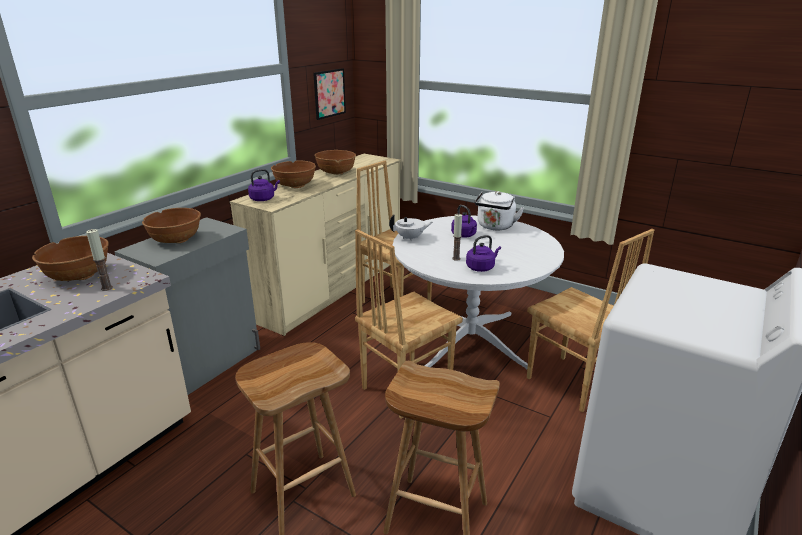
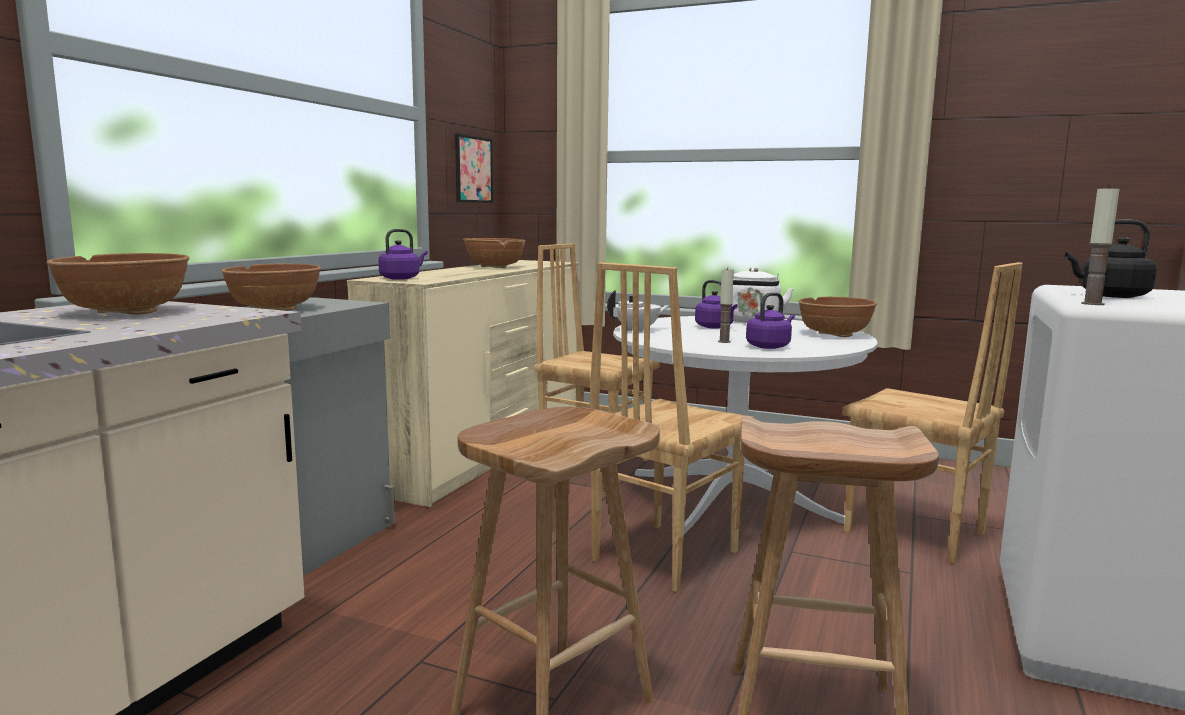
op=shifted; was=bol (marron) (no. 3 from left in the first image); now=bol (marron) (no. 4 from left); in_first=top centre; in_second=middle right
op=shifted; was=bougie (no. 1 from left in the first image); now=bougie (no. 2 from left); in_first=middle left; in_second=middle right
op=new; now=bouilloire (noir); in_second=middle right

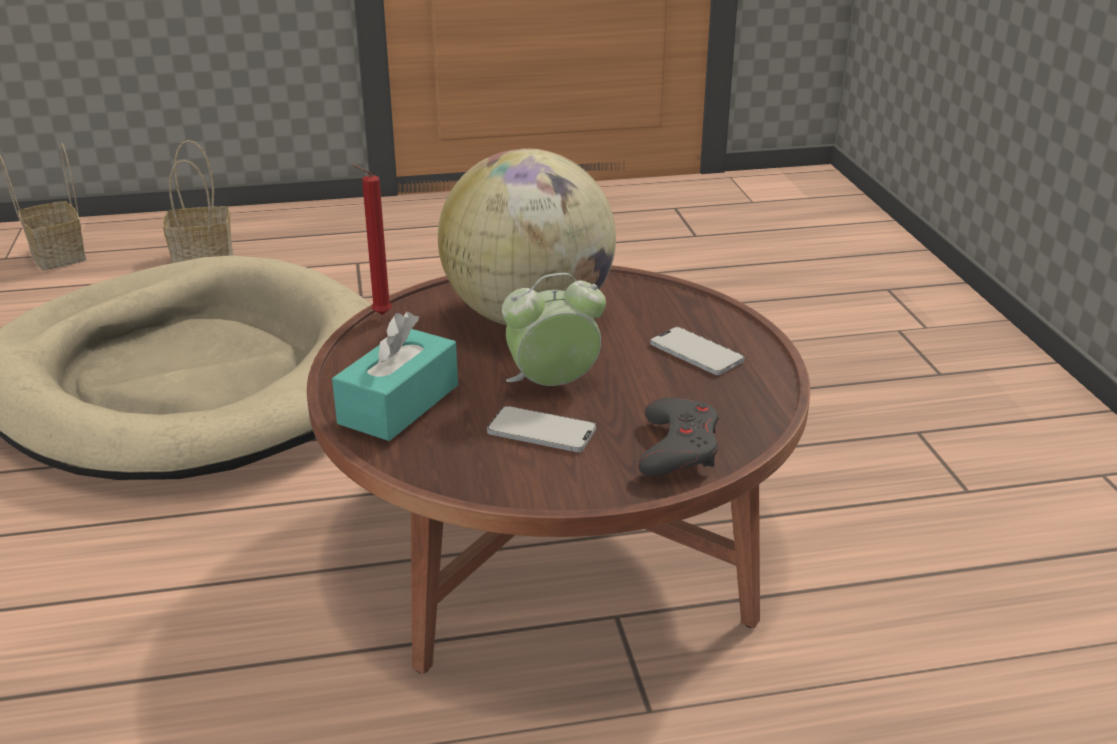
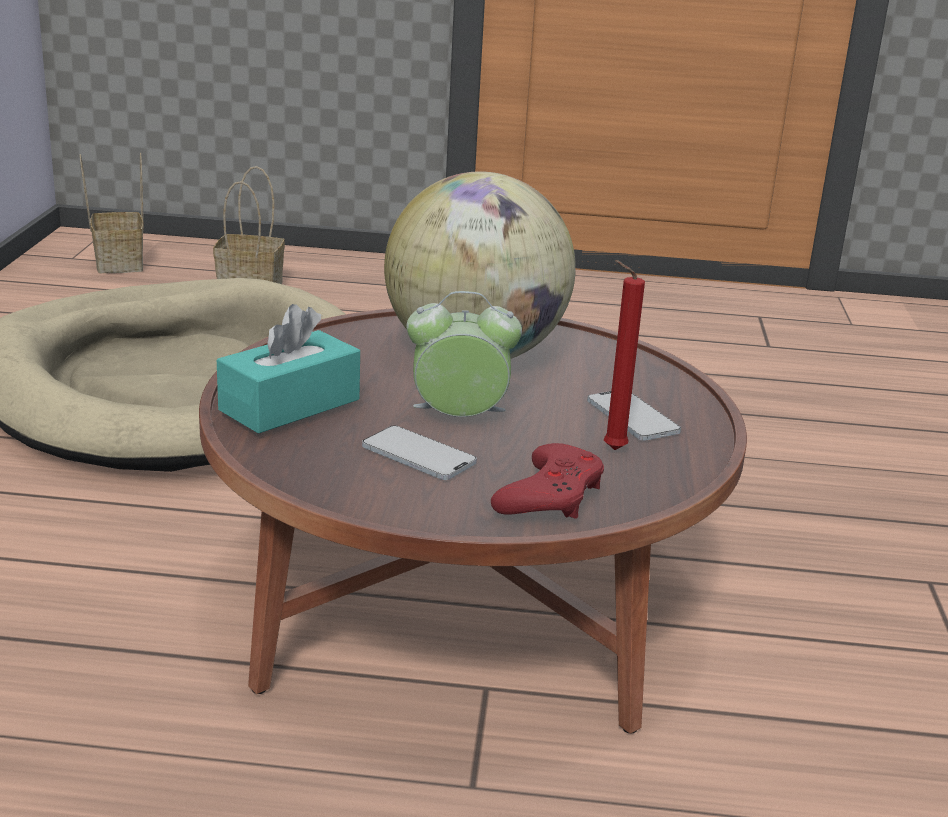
op=shifted; was=bougie (rouge); in_first=top left; in_second=centre
op=repainted; was=manette (gris); now=manette (rouge); in_first=centre; in_second=centre

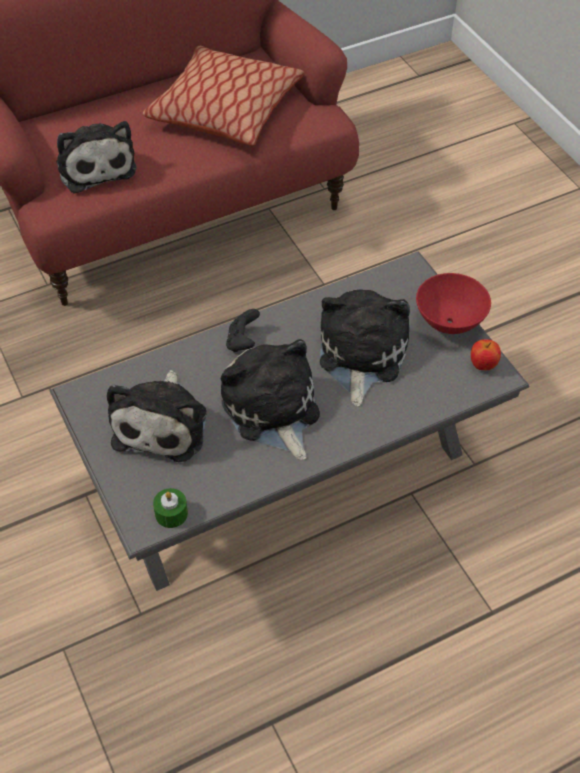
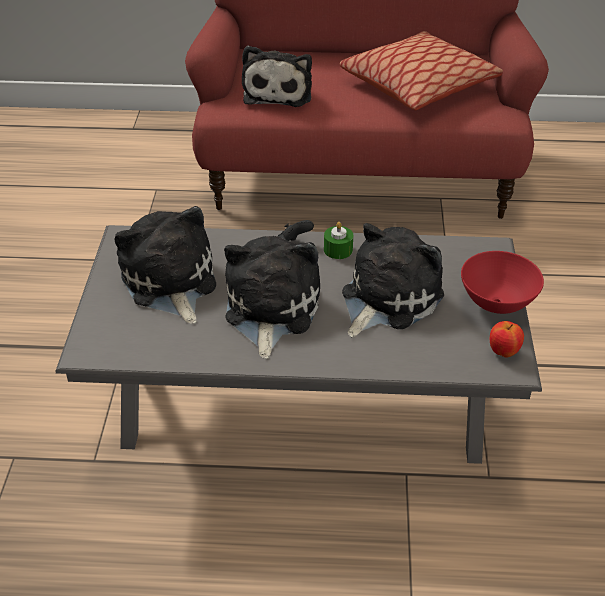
op=rotated; was=peluche (no. 2 from left in the first image); in_first=middle left; in_second=middle left; clockwise=120
op=shifted; was=bougie (vert); in_first=middle left; in_second=centre

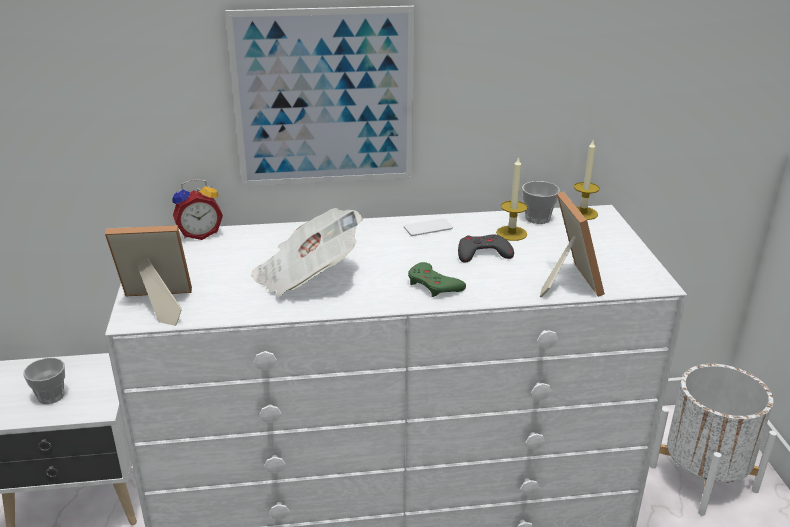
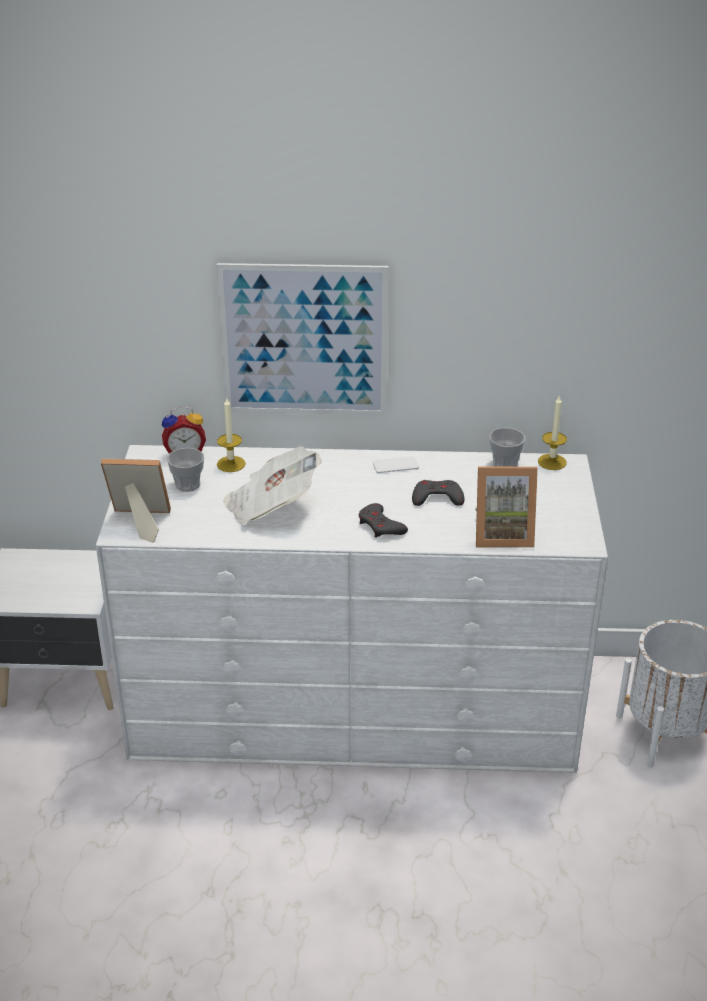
op=shifted; was=bougie (no. 1 from left); in_first=centre; in_second=middle left
op=rotated; was=cadre photo (no. 2 from left); in_first=middle right; in_second=middle right; clockwise=90
op=repainted; was=manette (vert); now=manette (gris) (no. 1 from left); in_first=centre; in_second=centre
op=shifted; was=tasse (no. 1 from left); in_first=bottom left; in_second=middle left

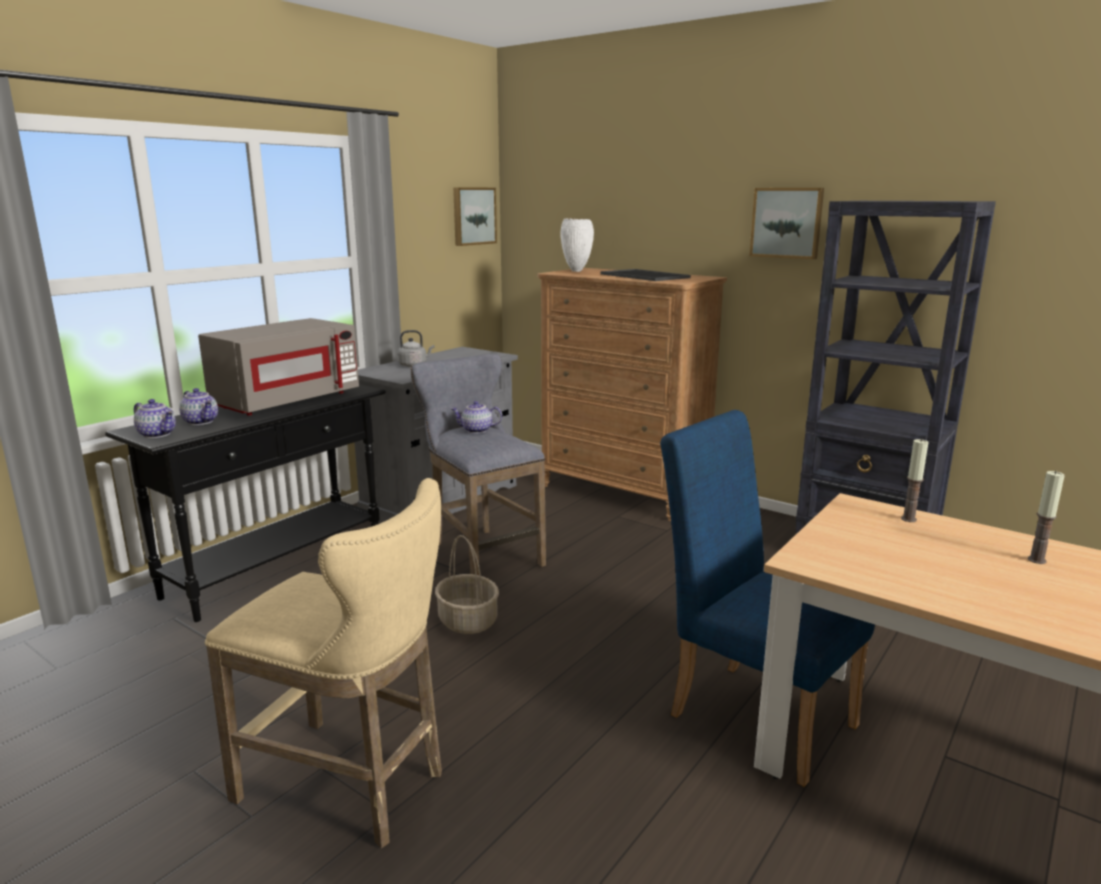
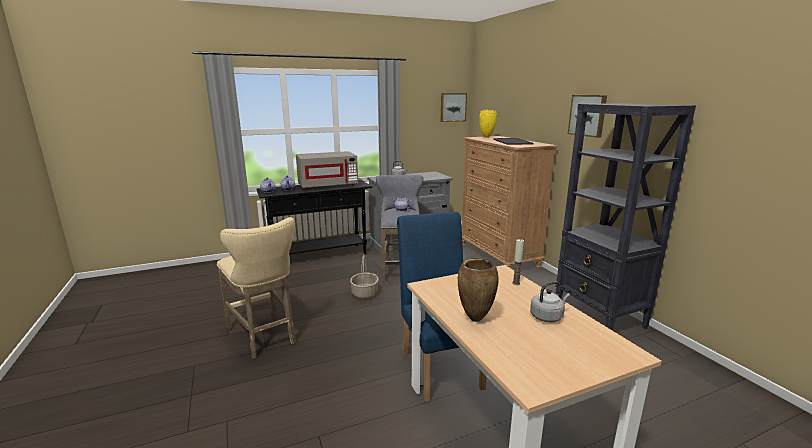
op=repainted; was=vase (blanc); now=vase (jaune); in_first=top centre; in_second=top centre
op=swapped; was=bougie (no. 2 from left); now=bouilloire (gris) (no. 2 from left); in_first=middle right; in_second=bottom right
op=new; now=vase (marron); in_second=centre

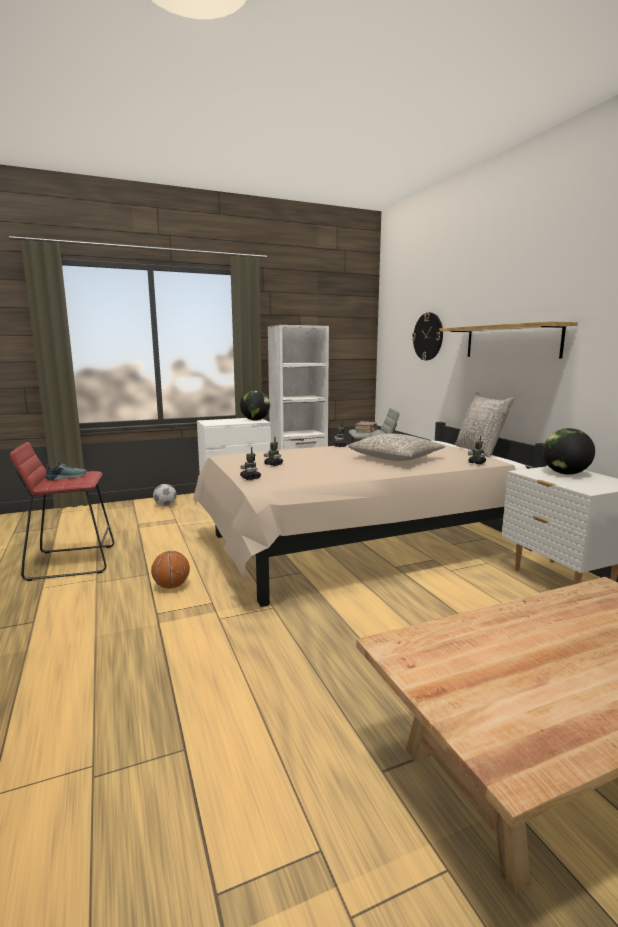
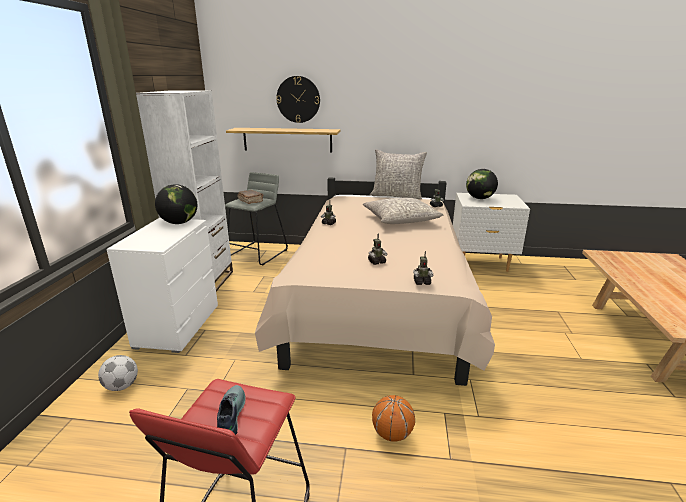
op=shifted; was=étagère; in_first=middle right; in_second=top centre

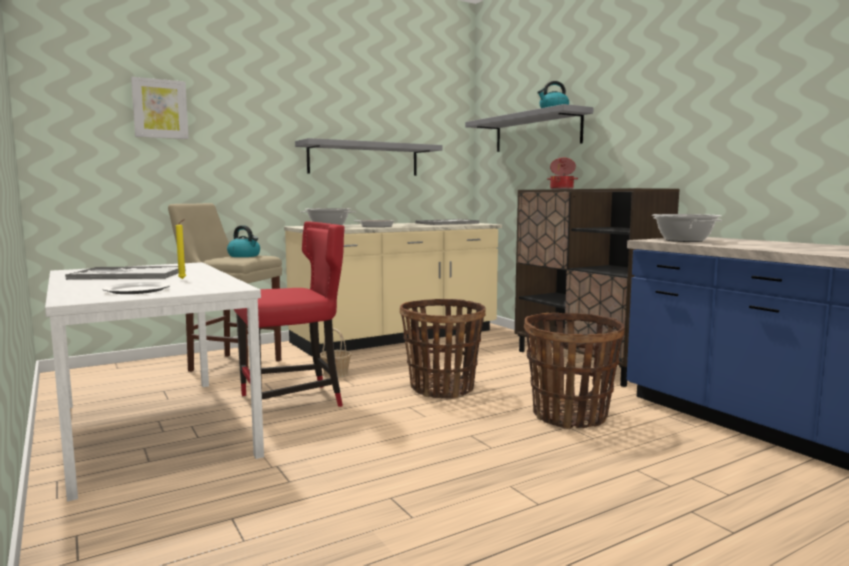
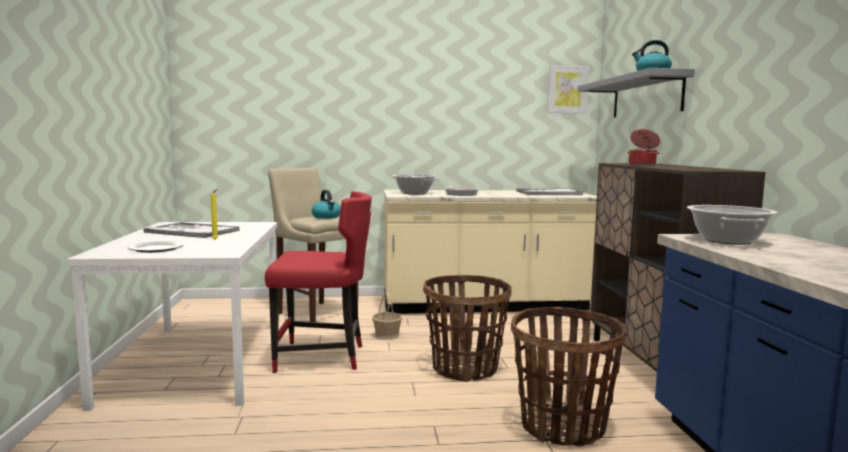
op=shifted; was=tableau; in_first=top left; in_second=top right
op=gone; was=étagère (gris) (no. 1 from left); in_first=top centre

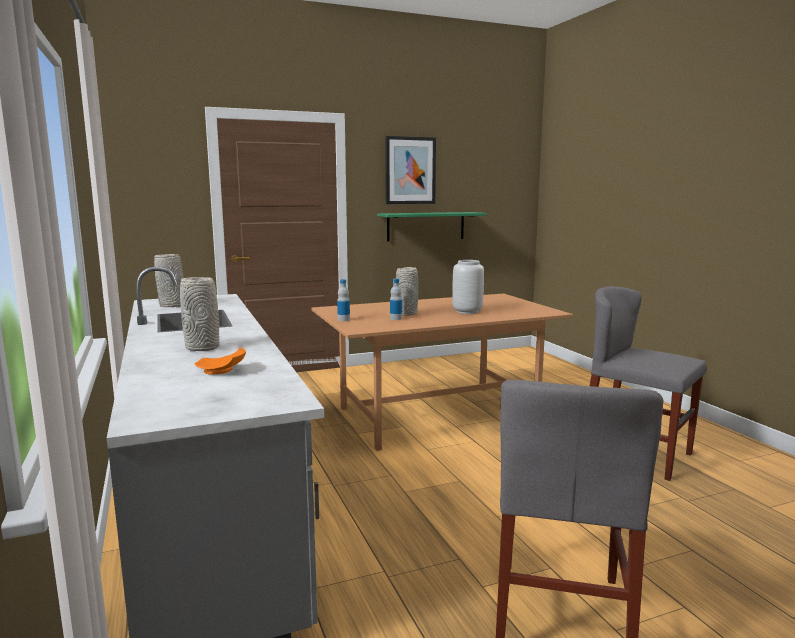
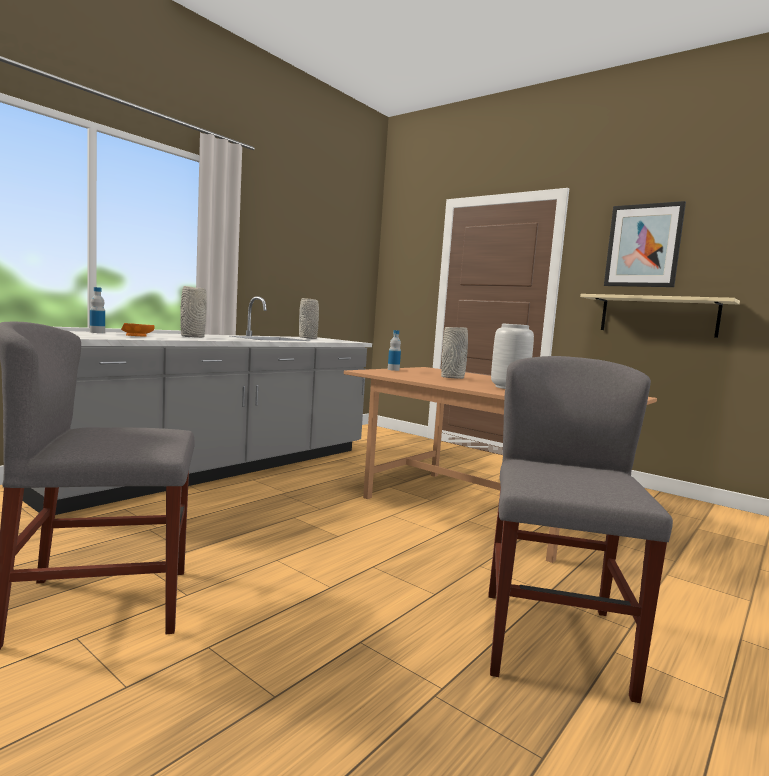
op=repainted; was=étagère (vert); now=étagère (beige); in_first=centre; in_second=middle right
op=shifted; was=bouteille (no. 2 from left in the first image); now=bouteille (no. 1 from left); in_first=centre; in_second=middle left

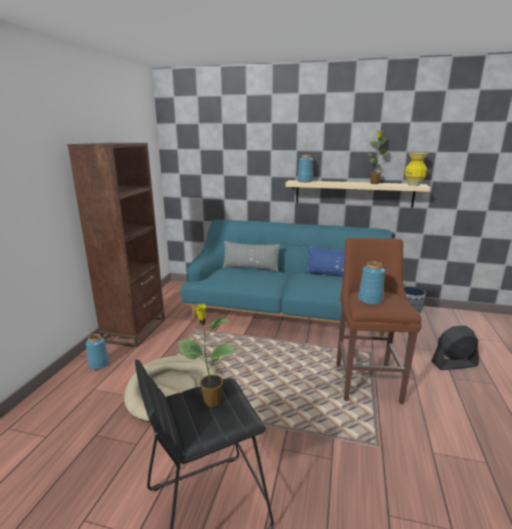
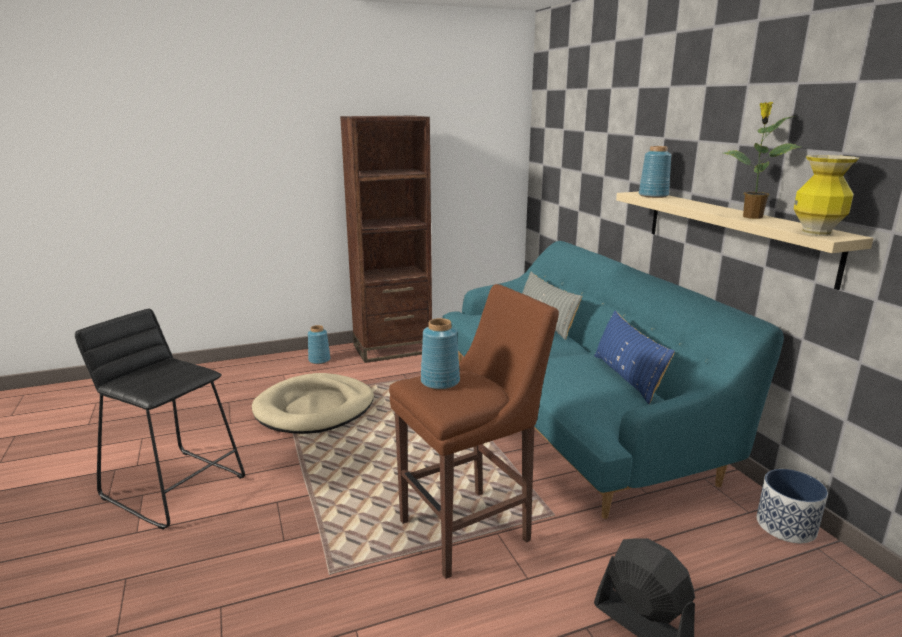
op=gone; was=plante en pot (no. 1 from left); in_first=bottom centre

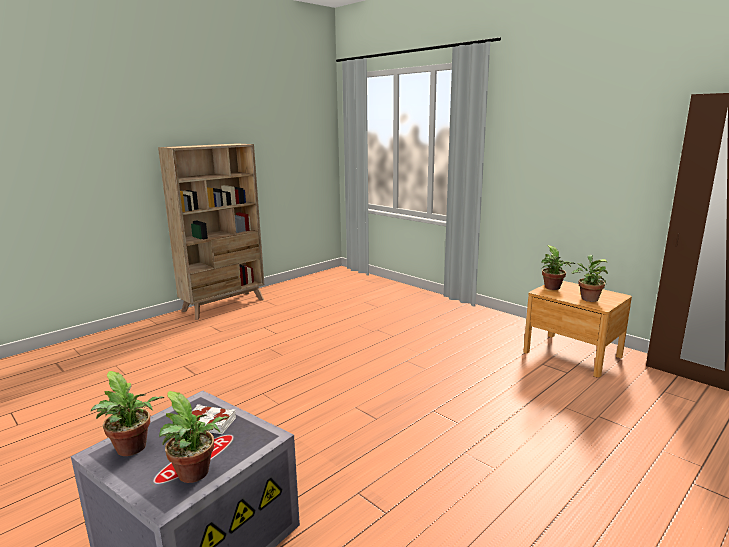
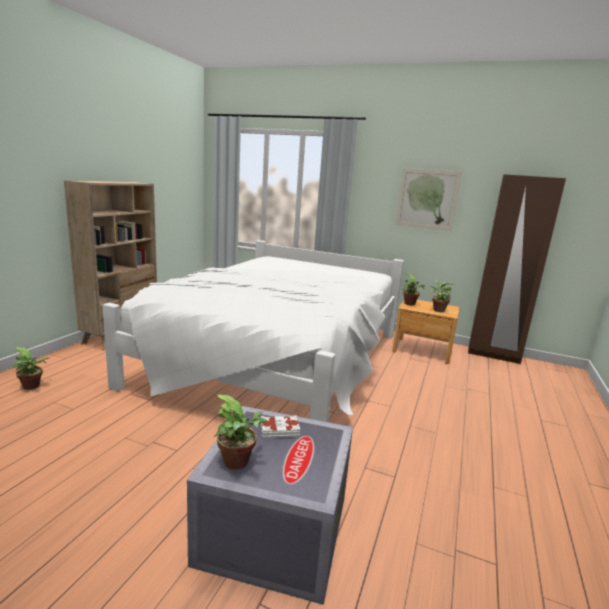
op=shifted; was=plante en pot (no. 2 from left in the first image); now=plante en pot (no. 1 from left); in_first=bottom left; in_second=middle left
op=new; now=tableau; in_second=top right
op=new; now=lit (blanc); in_second=centre

